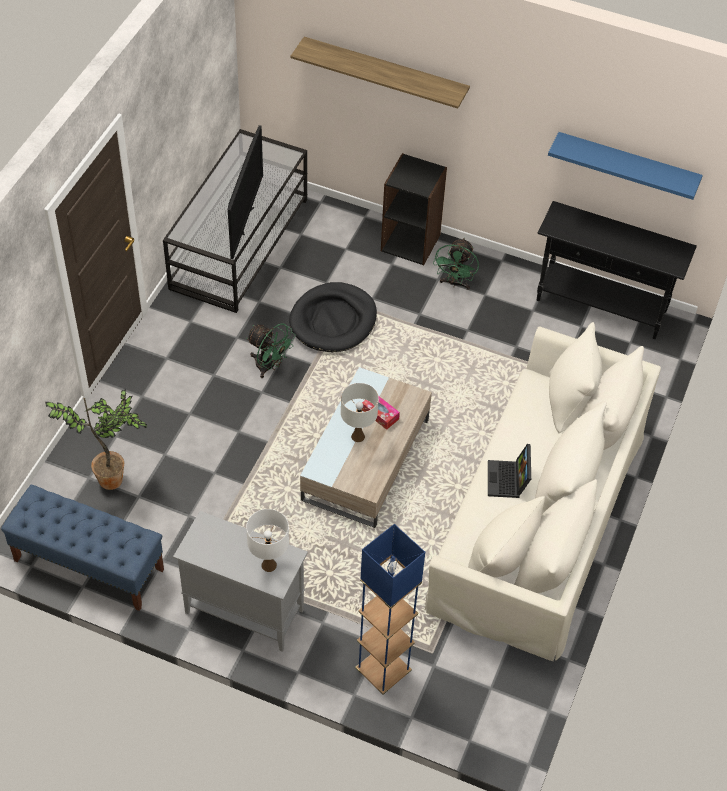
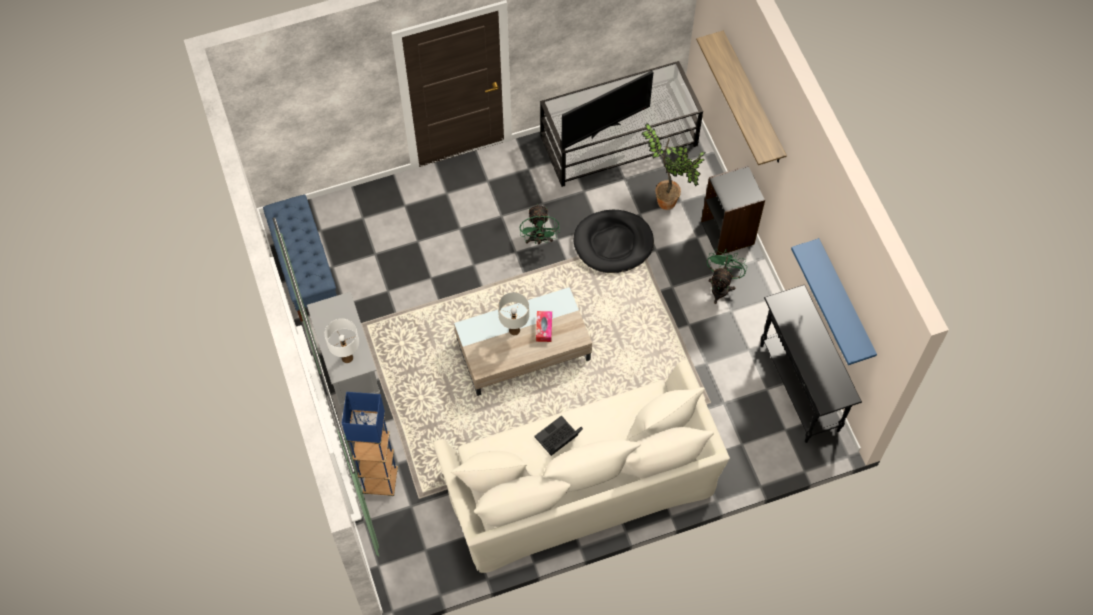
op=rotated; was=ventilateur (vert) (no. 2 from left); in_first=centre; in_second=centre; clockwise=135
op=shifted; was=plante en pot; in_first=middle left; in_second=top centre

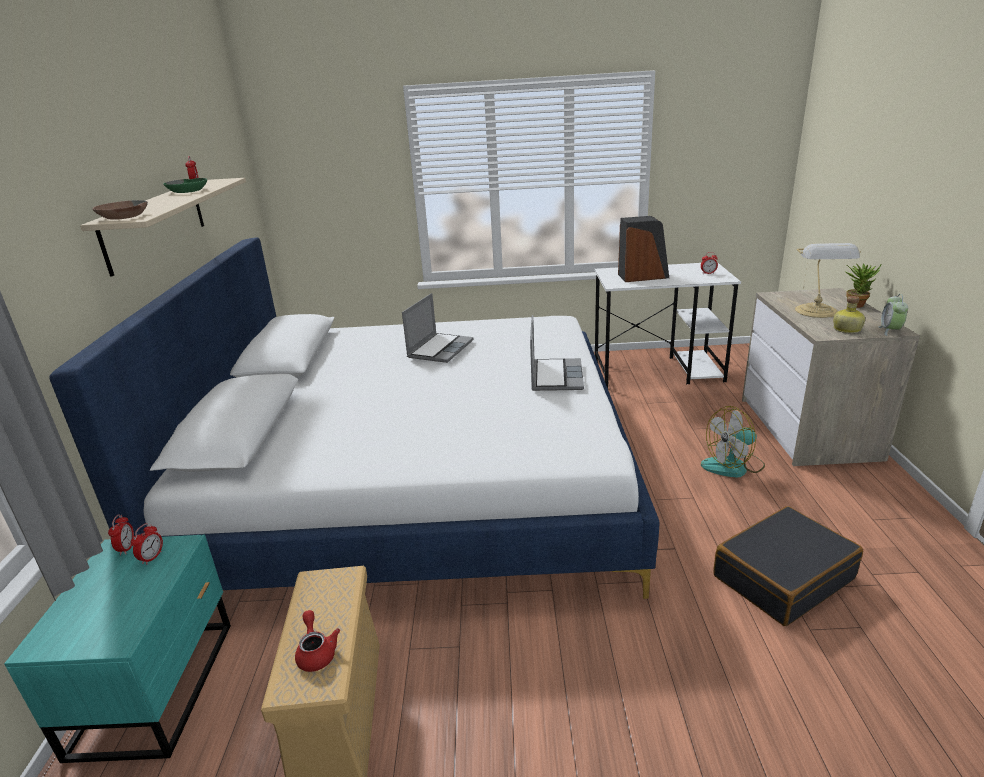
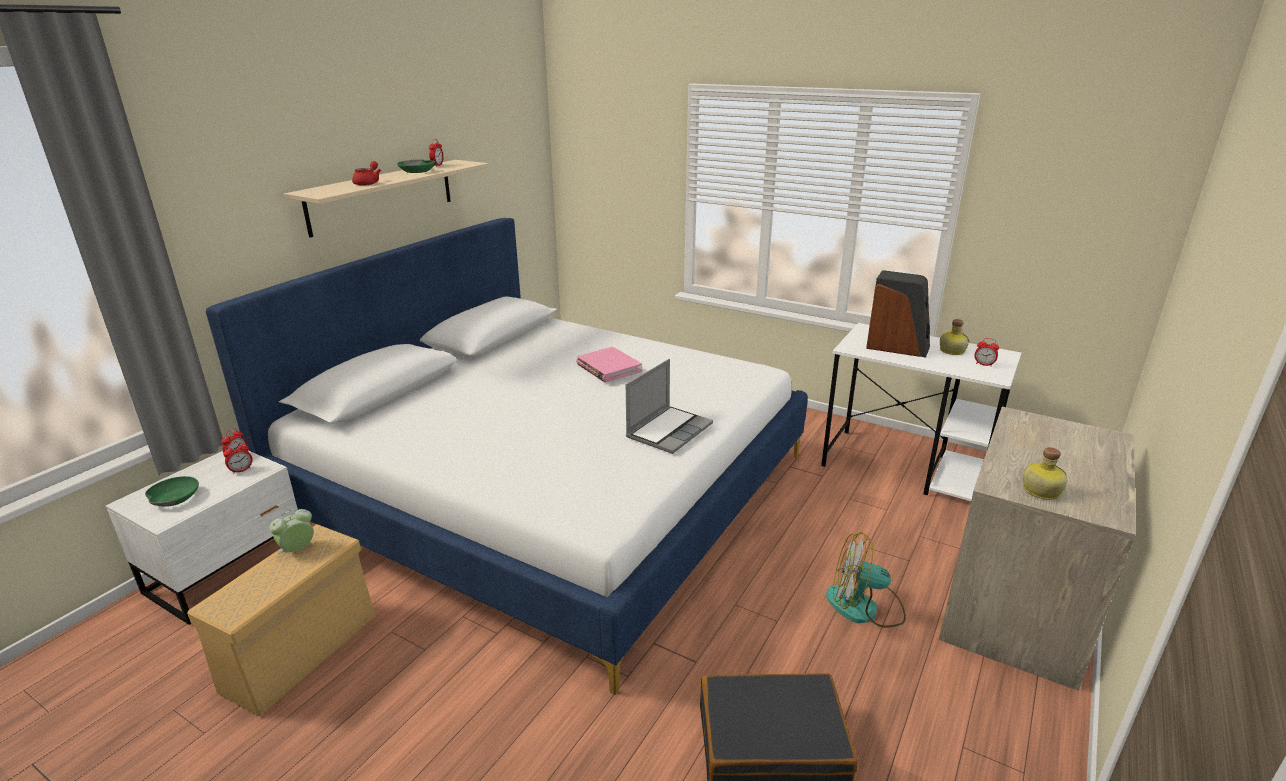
op=gone; was=bol (marron); in_first=top left
op=gone; was=lampe de table; in_first=middle right
op=gone; was=plante en pot; in_first=middle right
op=swapped; was=ordinateur portable (no. 1 from left); now=livre (rose); in_first=centre; in_second=centre
op=shifted; was=réveil (no. 5 from left in the first image); now=réveil (no. 3 from left); in_first=middle right; in_second=bottom left
op=repainted; was=table de chevet (turquoise); now=table de chevet (blanc); in_first=bottom left; in_second=bottom left
op=shifted; was=théière (rouge); in_first=bottom left; in_second=top left
op=new; now=bouteille (no. 1 from left); in_second=middle right
op=new; now=bol (vert) (no. 1 from left); in_second=middle left

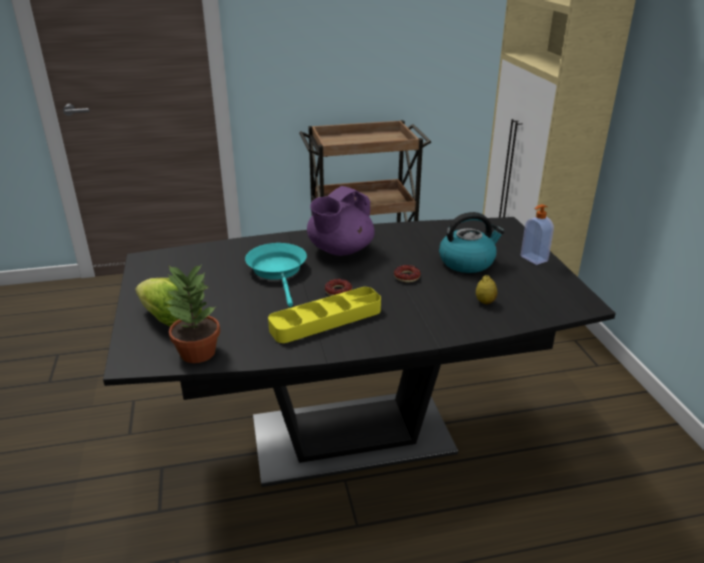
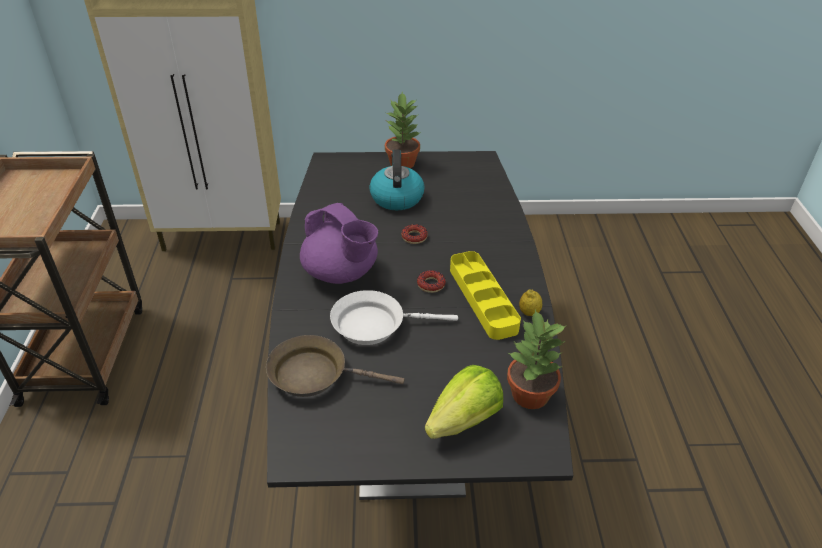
op=swapped; was=distributeur de savon; now=plante en pot (no. 1 from left); in_first=middle right; in_second=top centre
op=repainted; was=poêle (turquoise); now=poêle (blanc); in_first=centre; in_second=centre
op=shifted; was=citron; in_first=middle right; in_second=centre
op=new; now=poêle (marron); in_second=bottom centre

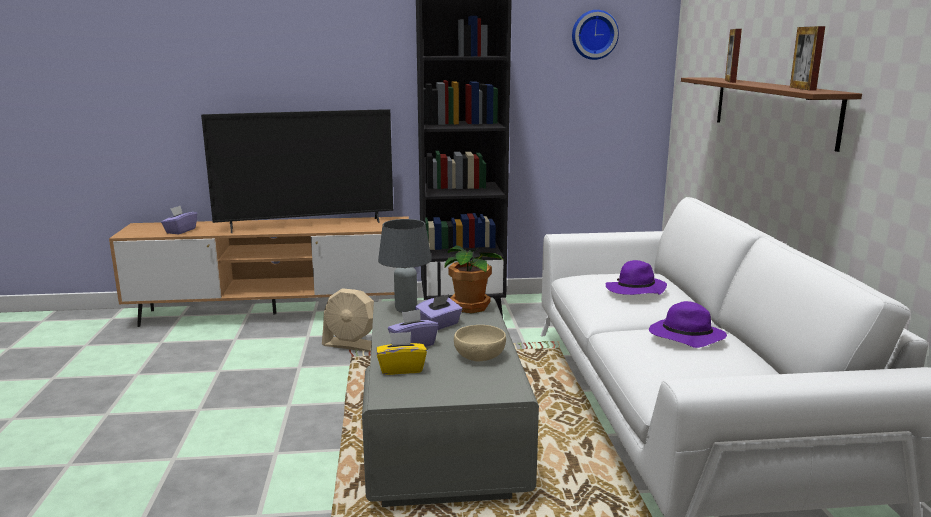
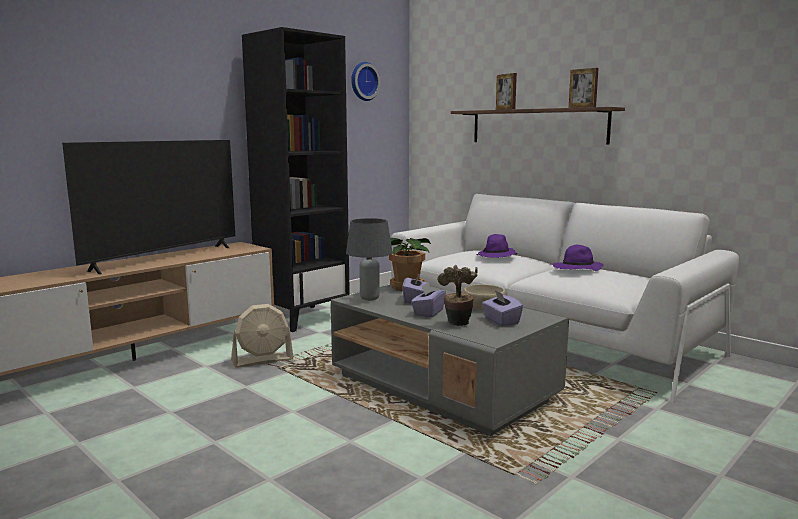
op=shifted; was=boîte à mouchoirs (violet) (no. 1 from left in the first image); now=boîte à mouchoirs (violet) (no. 3 from left); in_first=middle left; in_second=centre
op=swapped; was=boîte à mouchoirs (jaune); now=plante en pot (no. 2 from left); in_first=bottom centre; in_second=centre

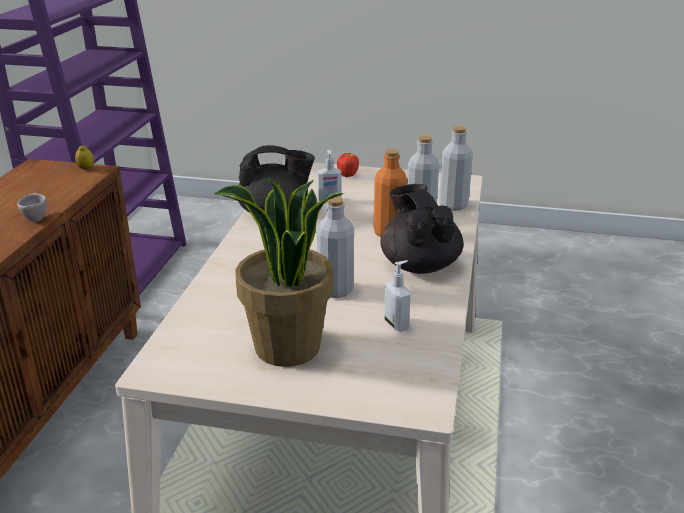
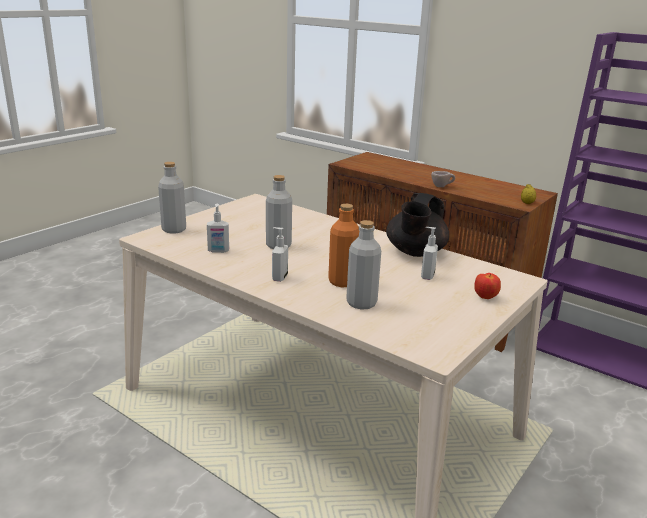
op=shifted; was=bouteille (gris) (no. 3 from left in the first image); now=bouteille (gris) (no. 1 from left); in_first=top right; in_second=middle left
op=gone; was=plante en pot; in_first=centre
op=swapped; was=théière (noir) (no. 2 from left); now=distributeur de savon (no. 2 from left); in_first=centre; in_second=centre

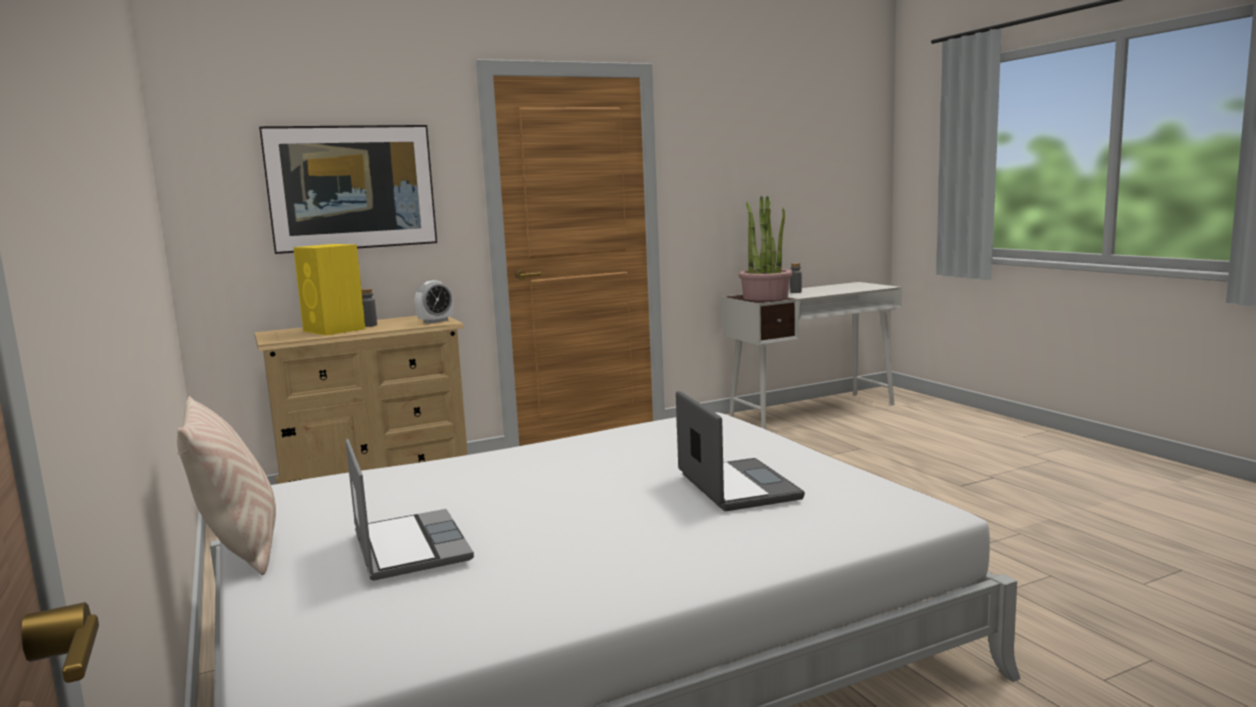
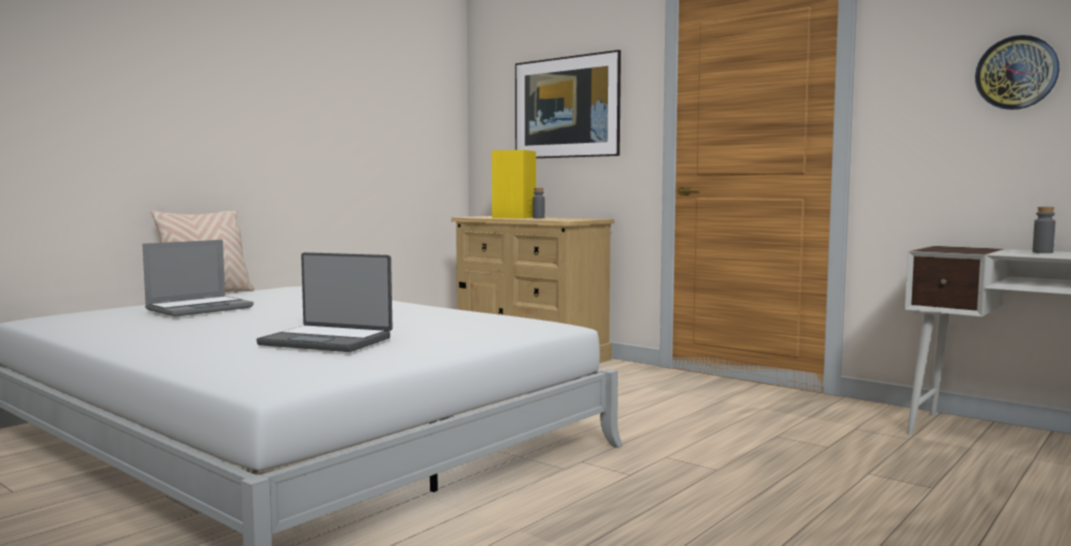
op=gone; was=plante en pot; in_first=centre
op=gone; was=réveil; in_first=centre
op=rotated; was=ordinateur portable (no. 2 from left); in_first=centre; in_second=middle left; clockwise=60
op=new; now=horloge murale; in_second=top right

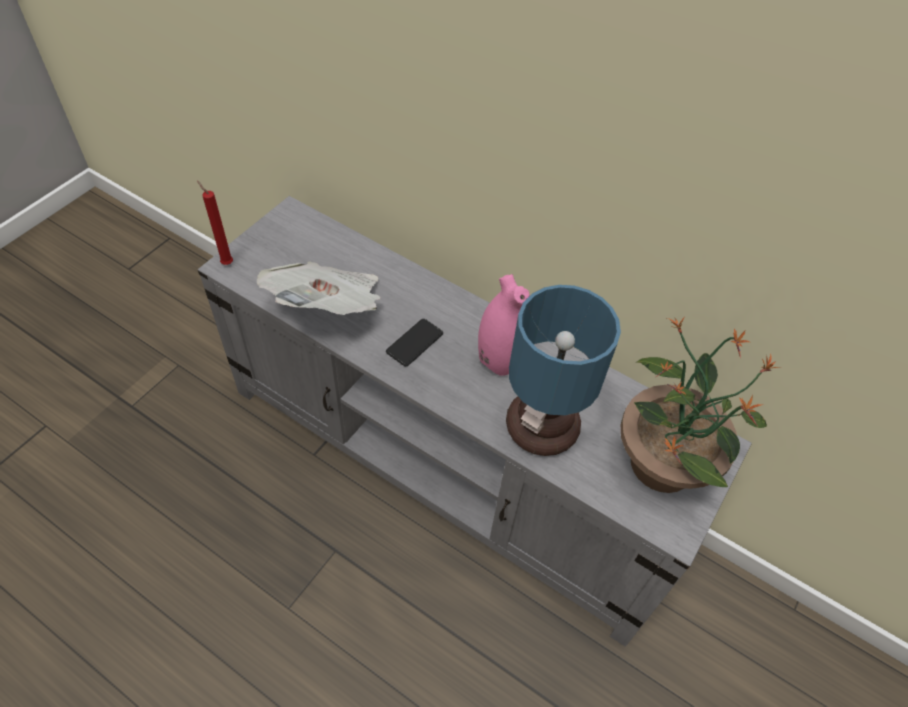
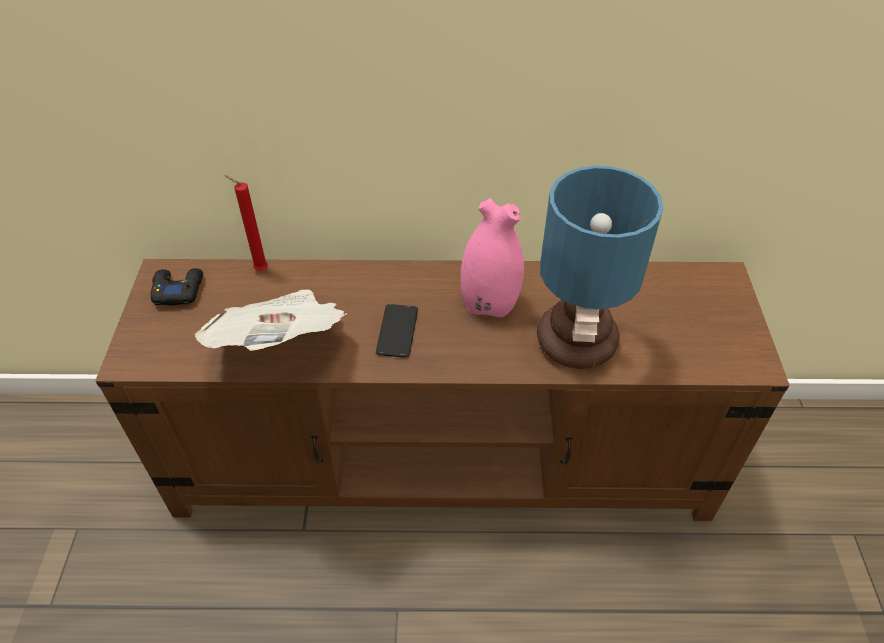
op=shifted; was=bougie (rouge); in_first=top left; in_second=middle left
op=repainted; was=meuble télé (gris); now=meuble télé (marron); in_first=centre; in_second=centre
op=gone; was=plante en pot; in_first=middle right
op=new; now=manette (noir); in_second=middle left

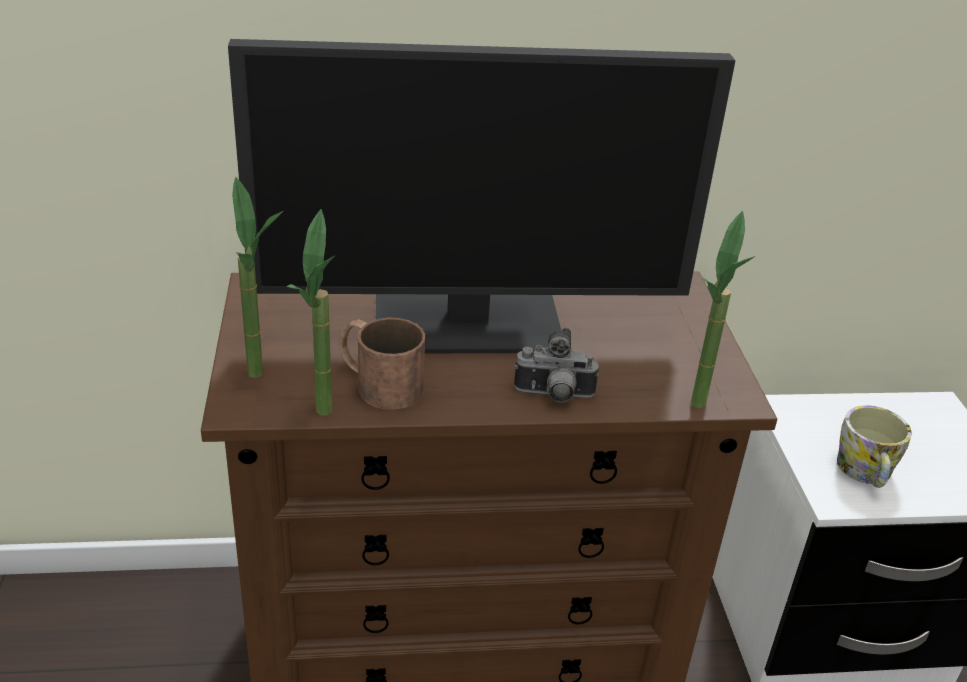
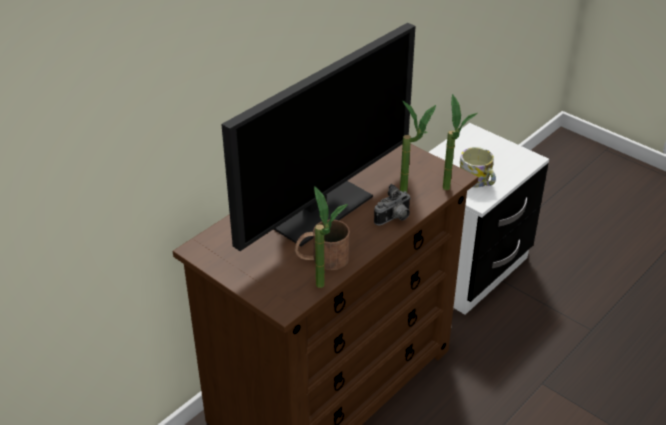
op=shifted; was=plante en pot (no. 1 from left in the first image); now=plante en pot (no. 2 from left); in_first=middle left; in_second=centre

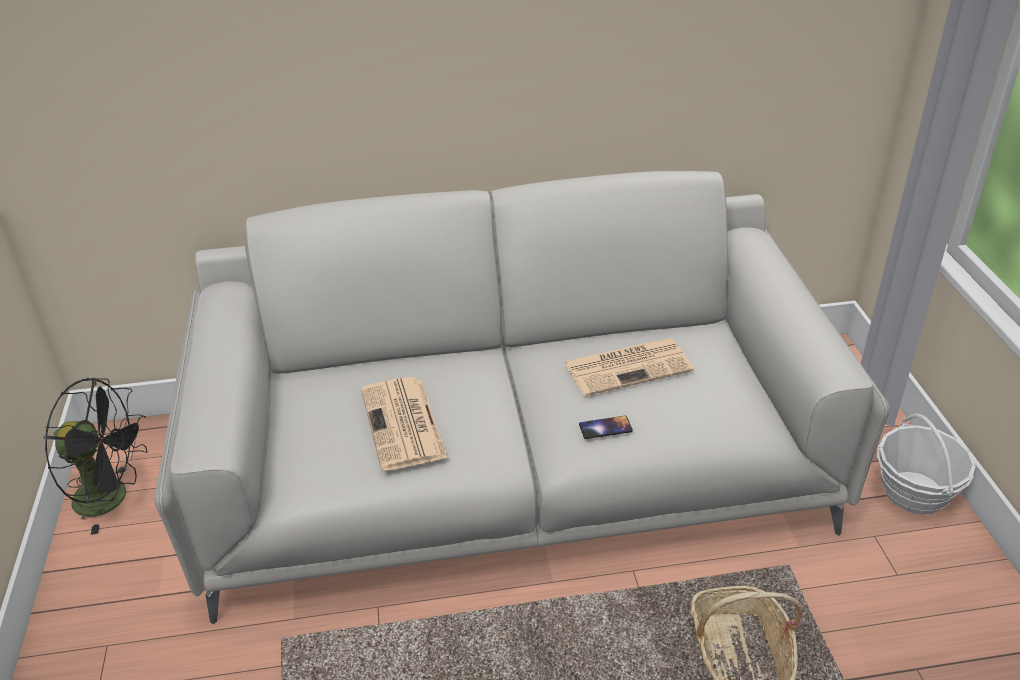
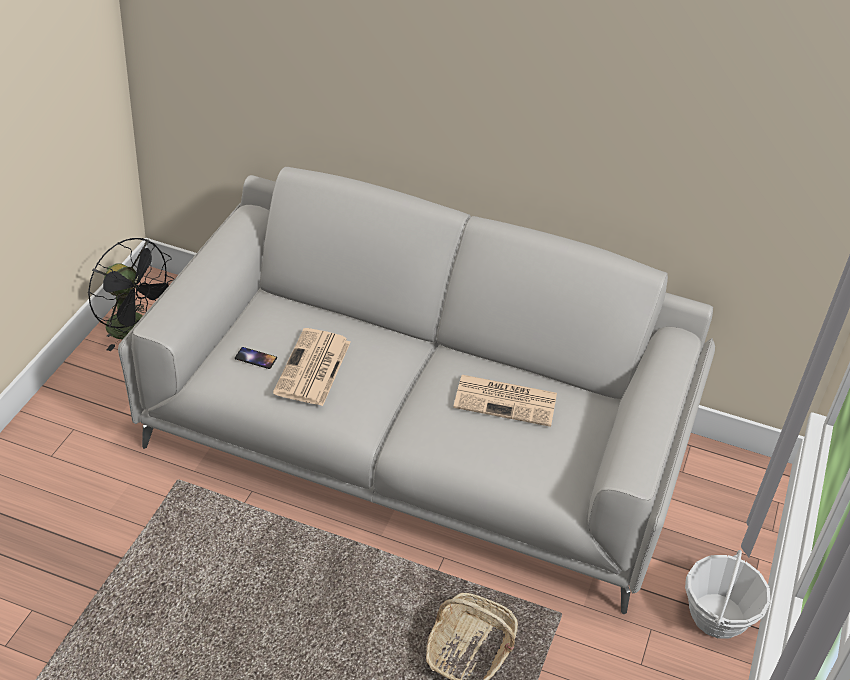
op=shifted; was=téléphone; in_first=centre; in_second=middle left

